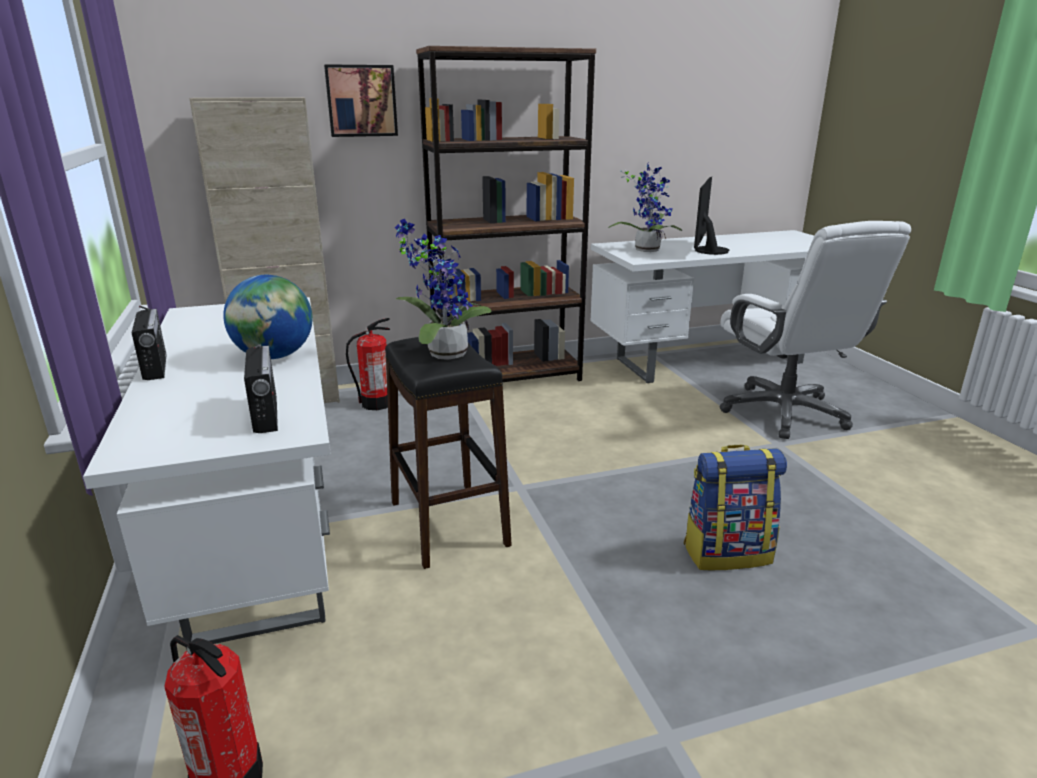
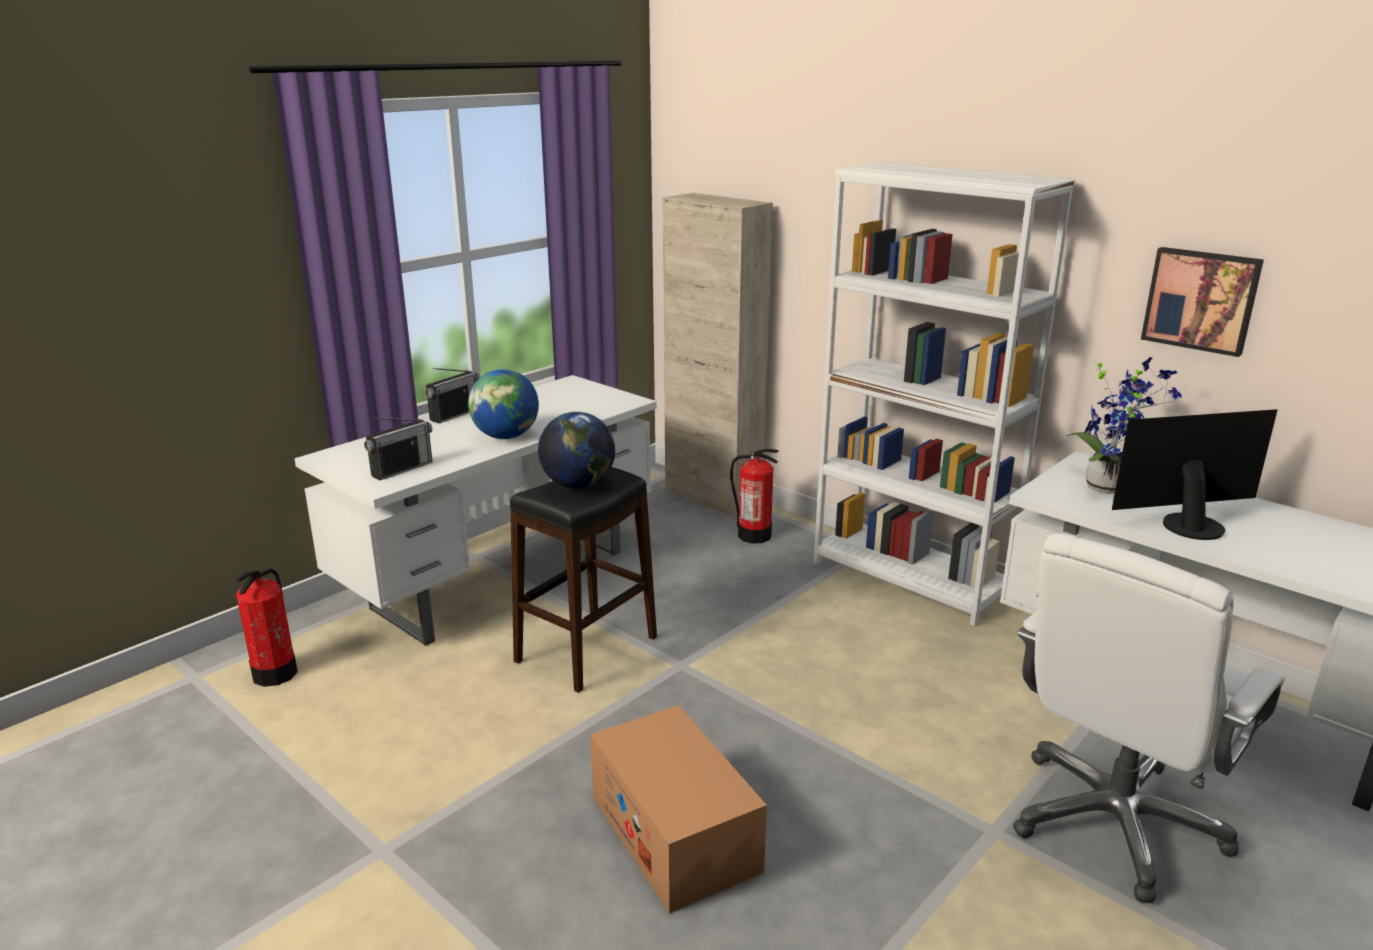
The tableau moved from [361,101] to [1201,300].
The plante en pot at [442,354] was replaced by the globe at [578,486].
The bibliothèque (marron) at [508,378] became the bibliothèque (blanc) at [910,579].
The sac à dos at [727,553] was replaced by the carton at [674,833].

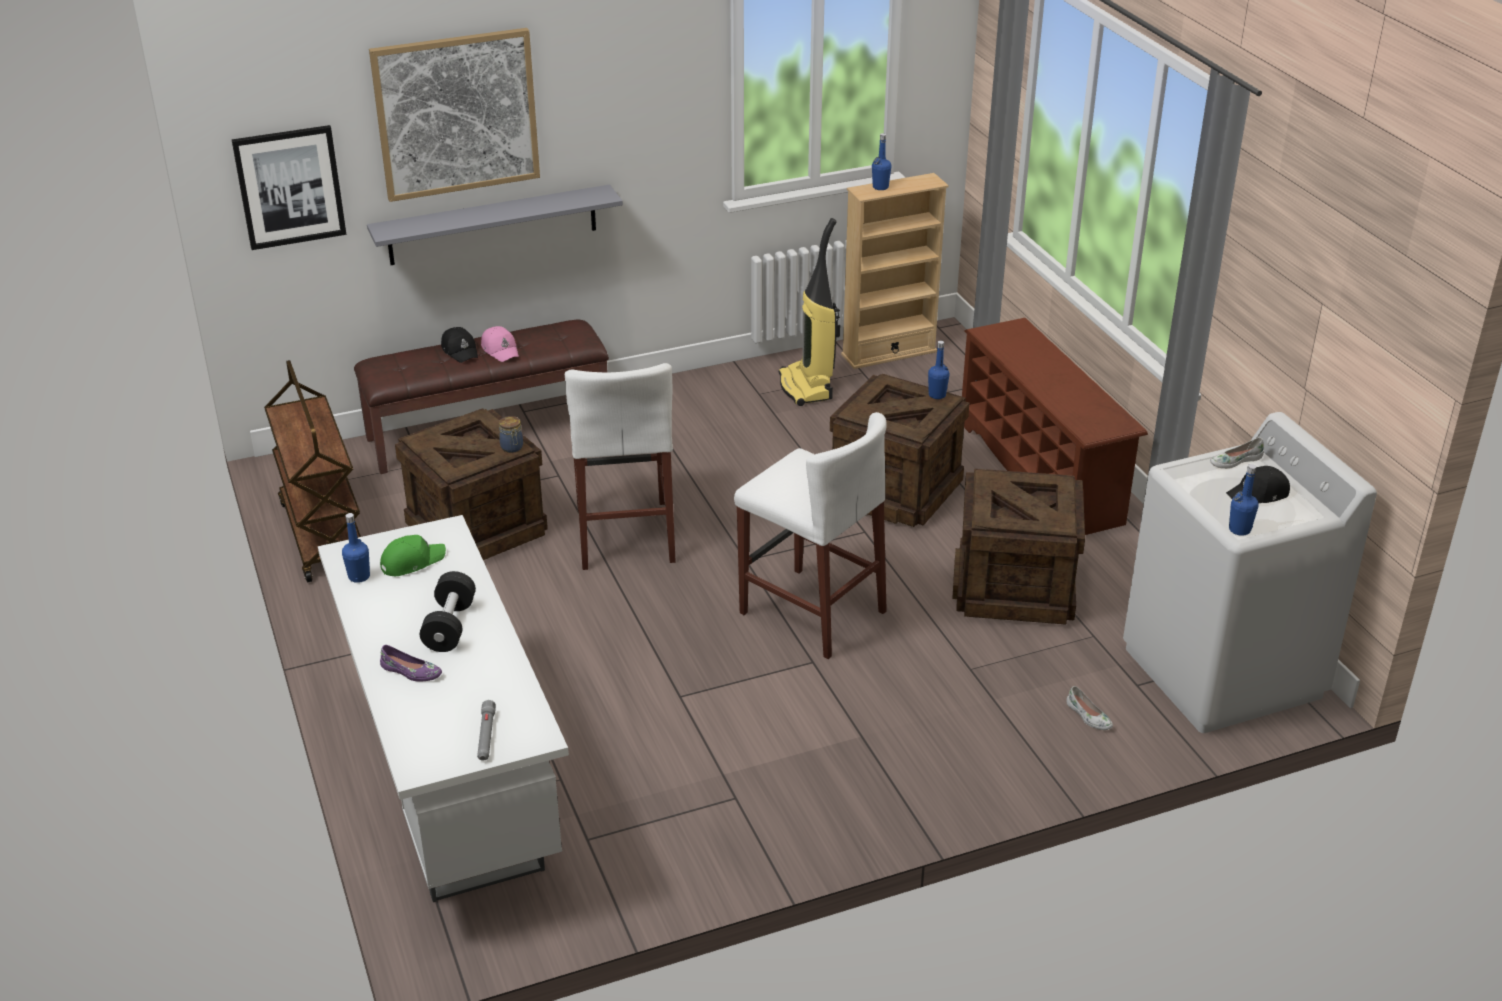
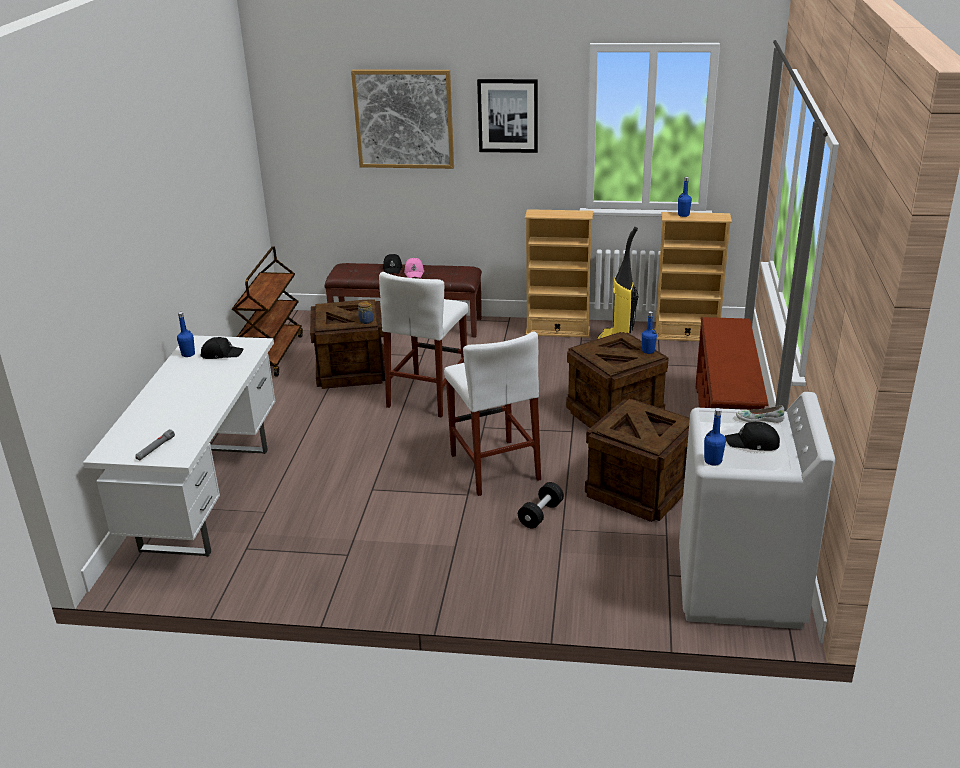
The tableau moved from [290,187] to [508,115].
The étagère (gris) at [492,225] disappeared.
The casquette (vert) at [412,561] became the casquette (noir) at [221,354].
The chaussure (violet) at [411,672] disappeared.
The haltère (noir) moved from [450,626] to [540,514].
The chaussure (blanc) at [1088,716] disappeared.
The bibliothèque (beige) at [557,331] appeared.

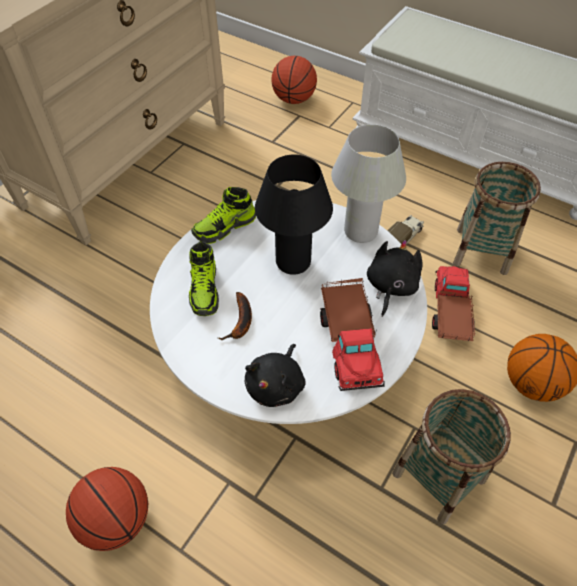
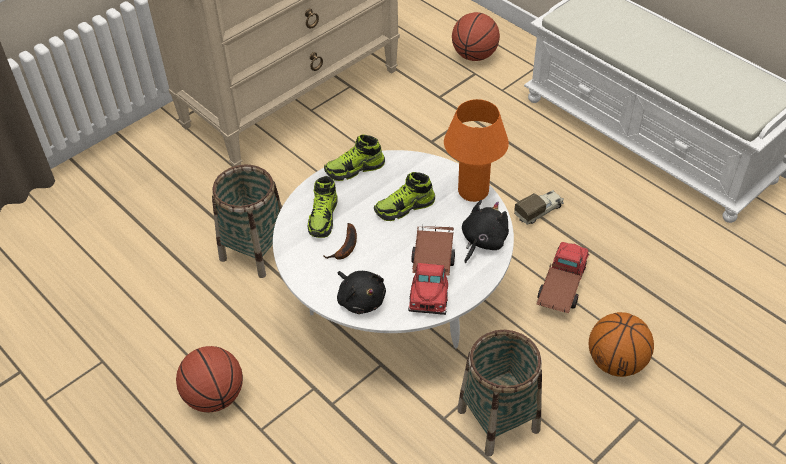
The peluche (noir) at [276,385] turned 75 degrees counterclockwise.
The lampe de table (noir) at [293,262] was replaced by the chaussure at [405,207].
The lampe de table (blanc) at [360,231] became the lampe de table (orange) at [473,191].
The panier moved from [481,251] to [255,251].

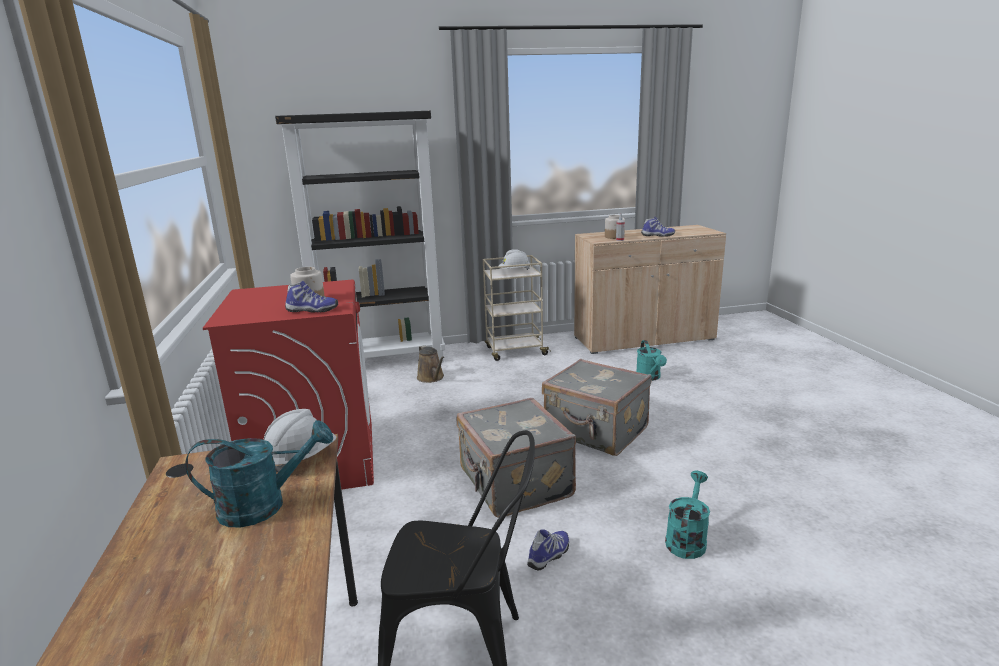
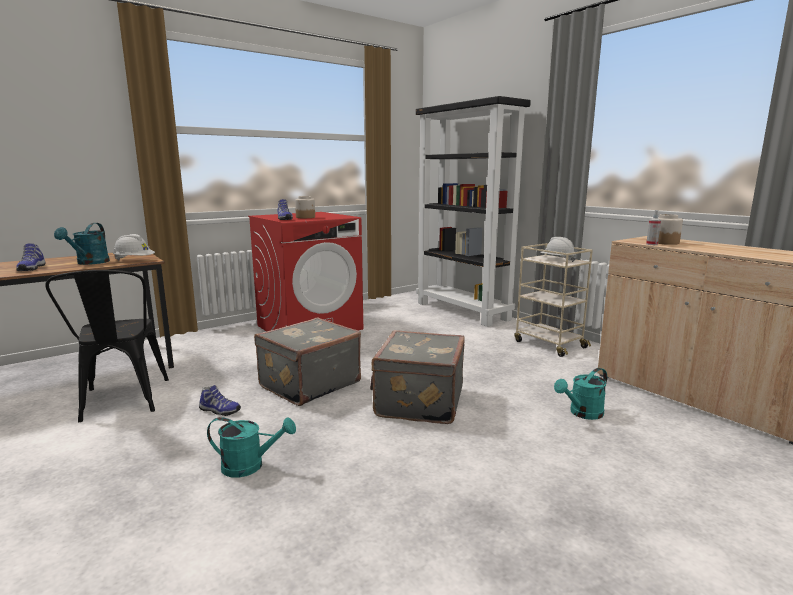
The arrosoir (turquoise) at [264,505] turned 45 degrees clockwise.
The arrosoir (marron) at [431,378] disappeared.
The chaussure moved from [658,235] to [31,268].

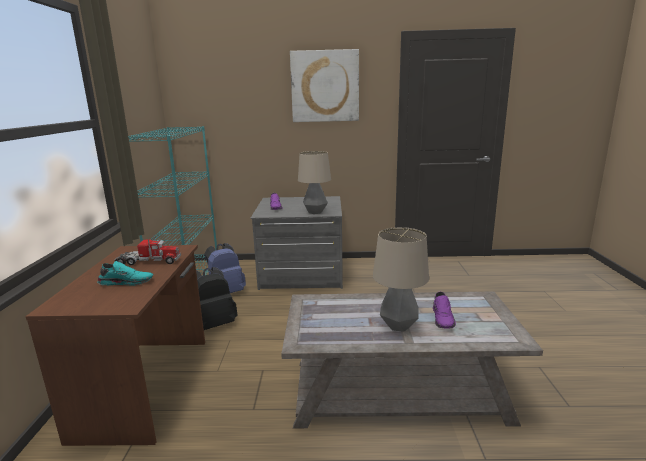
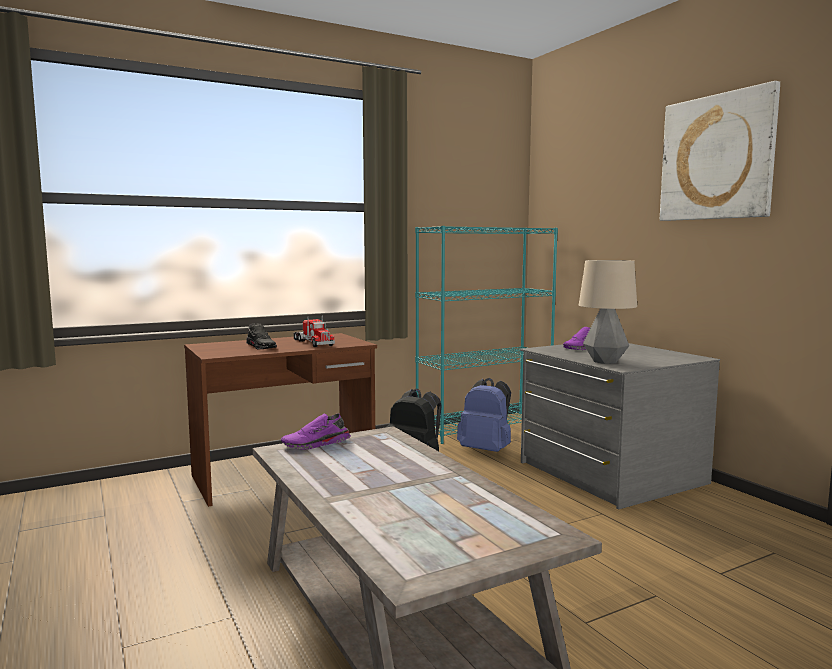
The chaussure (turquoise) at [127,282] became the chaussure (noir) at [262,347].
The lampe de table at [398,325] disappeared.
The chaussure (violet) moved from [443,319] to [316,444].

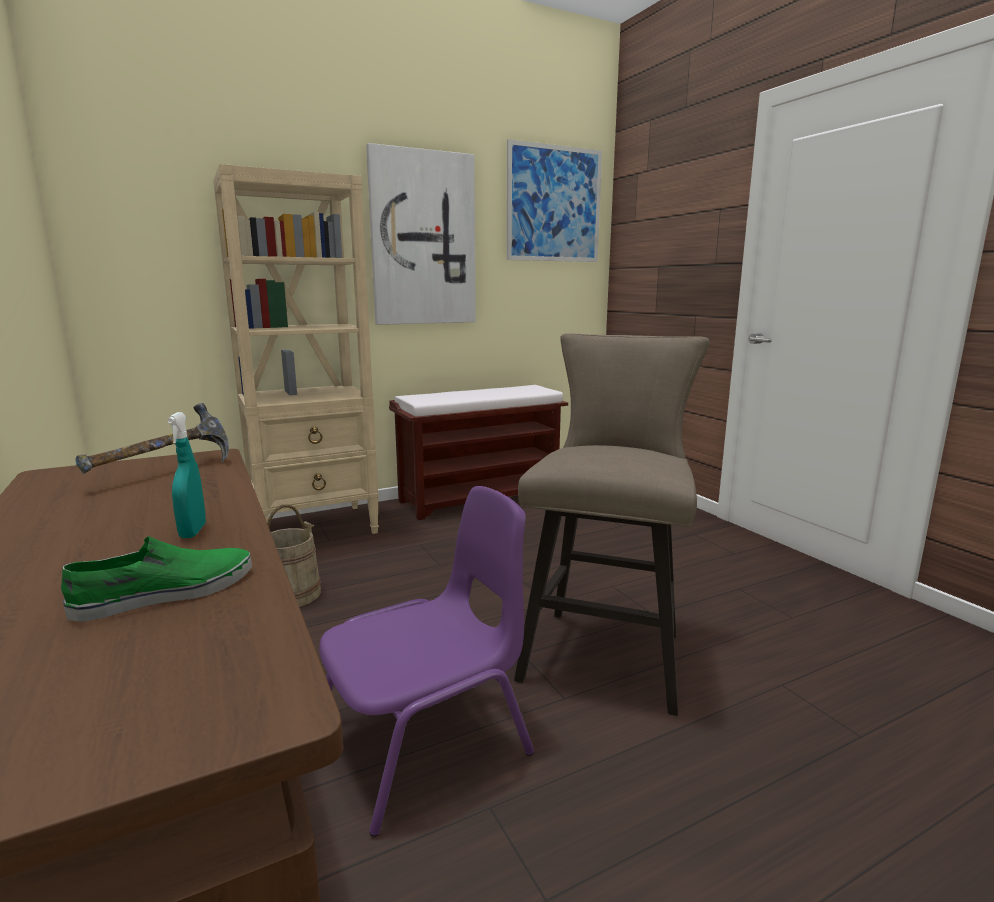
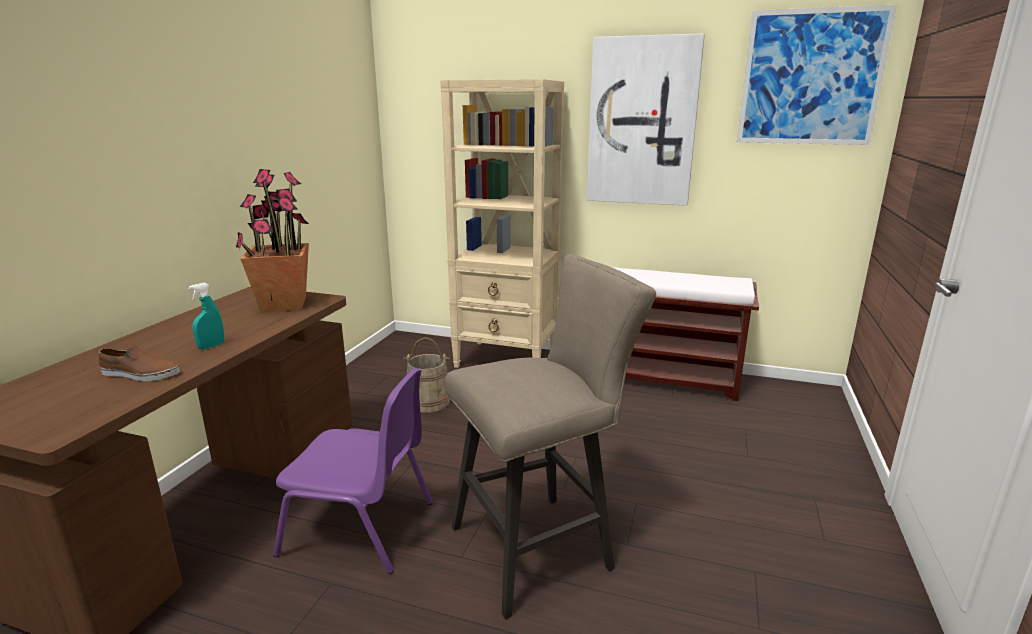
The chaussure (vert) at [167,593] became the chaussure (marron) at [140,374].
The marteau at [165,473] was replaced by the plante en pot at [283,304].

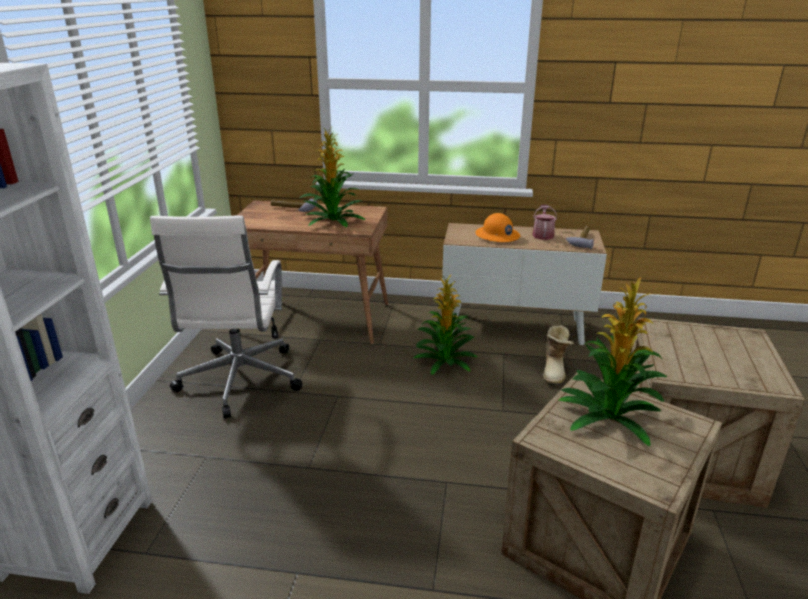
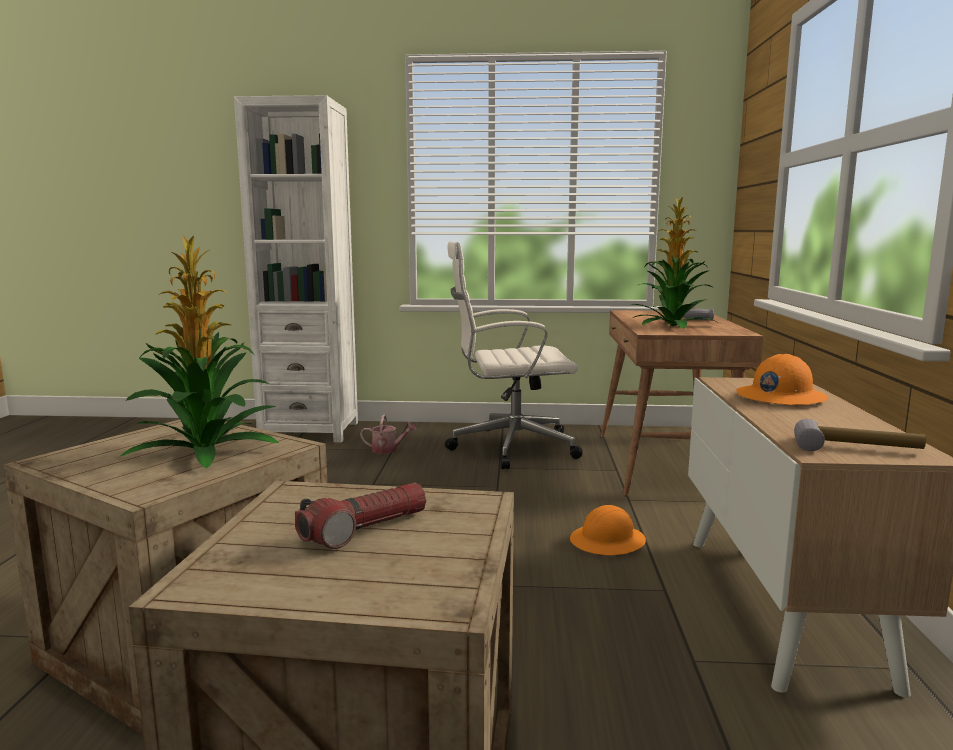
The plante en pot at [444,361] was replaced by the casque de chantier (orange) at [608,542].
The arrosoir moved from [543,234] to [388,450].
The botte at [555,371] disappeared.
The lampe de poche at [364,529] appeared.

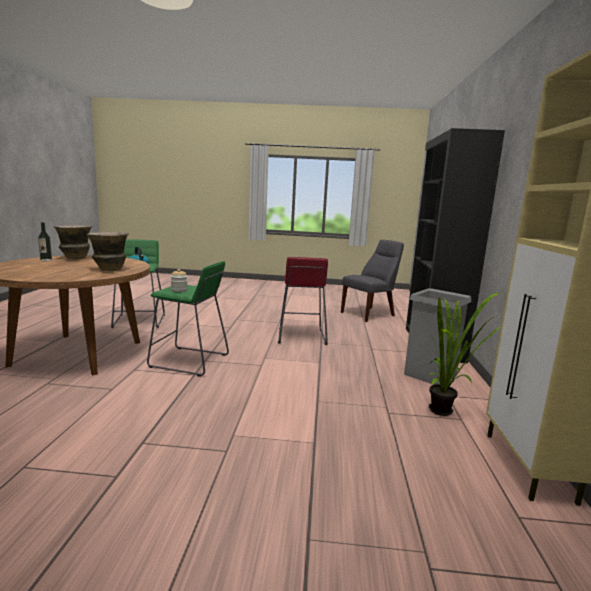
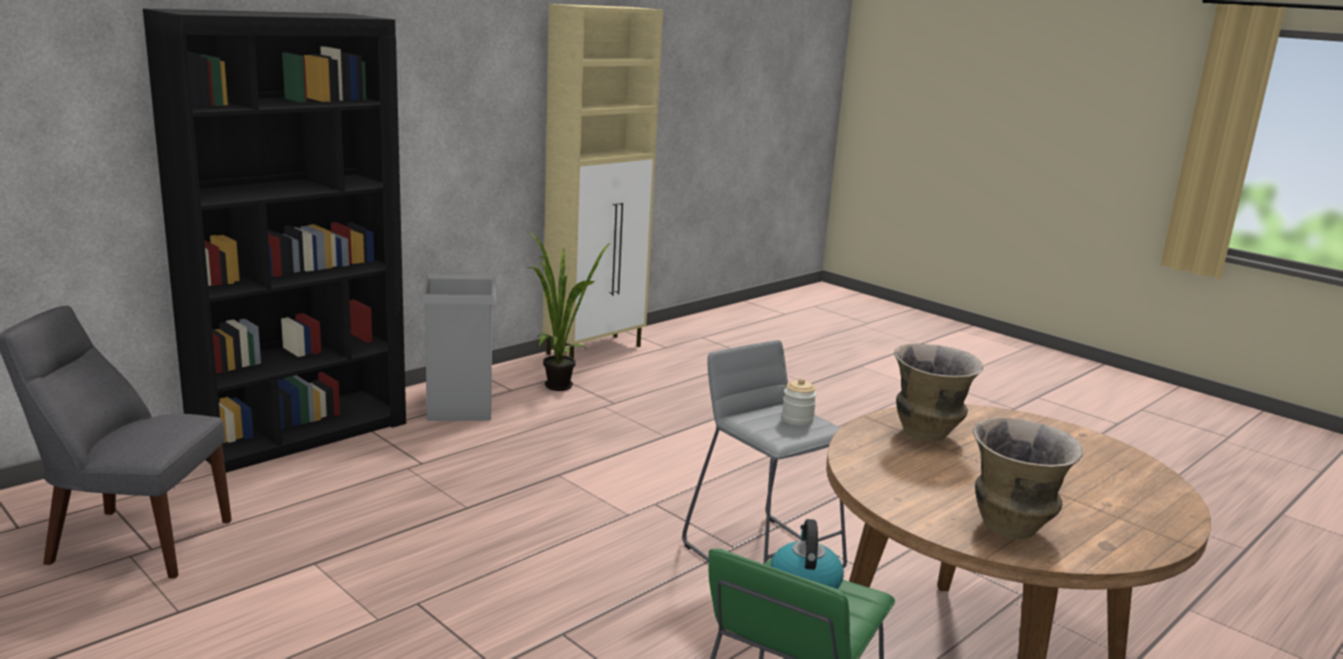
The bouteille at [46,260] disappeared.
The tabouret (vert) at [189,361] became the tabouret (gris) at [763,556].
The tabouret (rouge) at [301,336] disappeared.

